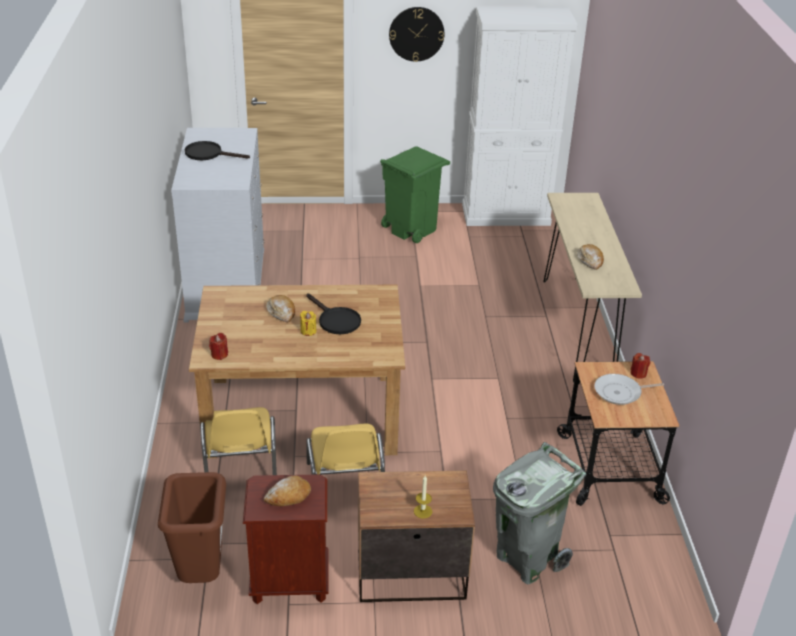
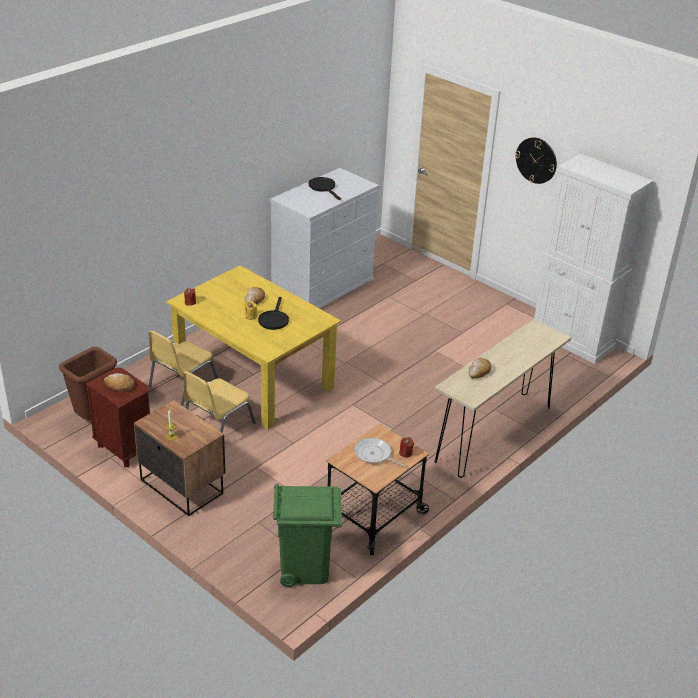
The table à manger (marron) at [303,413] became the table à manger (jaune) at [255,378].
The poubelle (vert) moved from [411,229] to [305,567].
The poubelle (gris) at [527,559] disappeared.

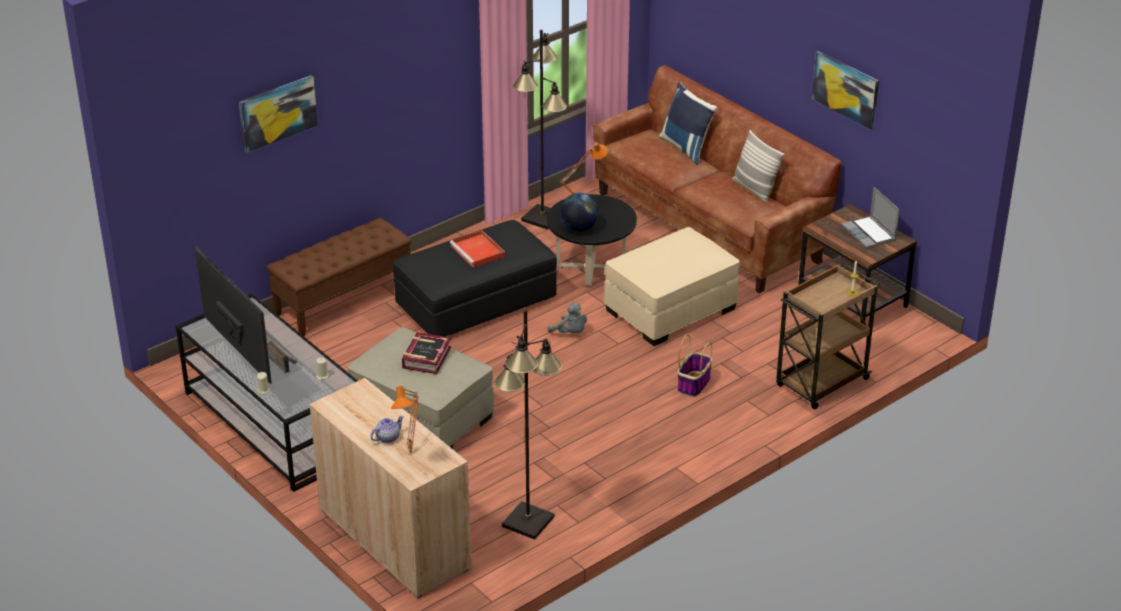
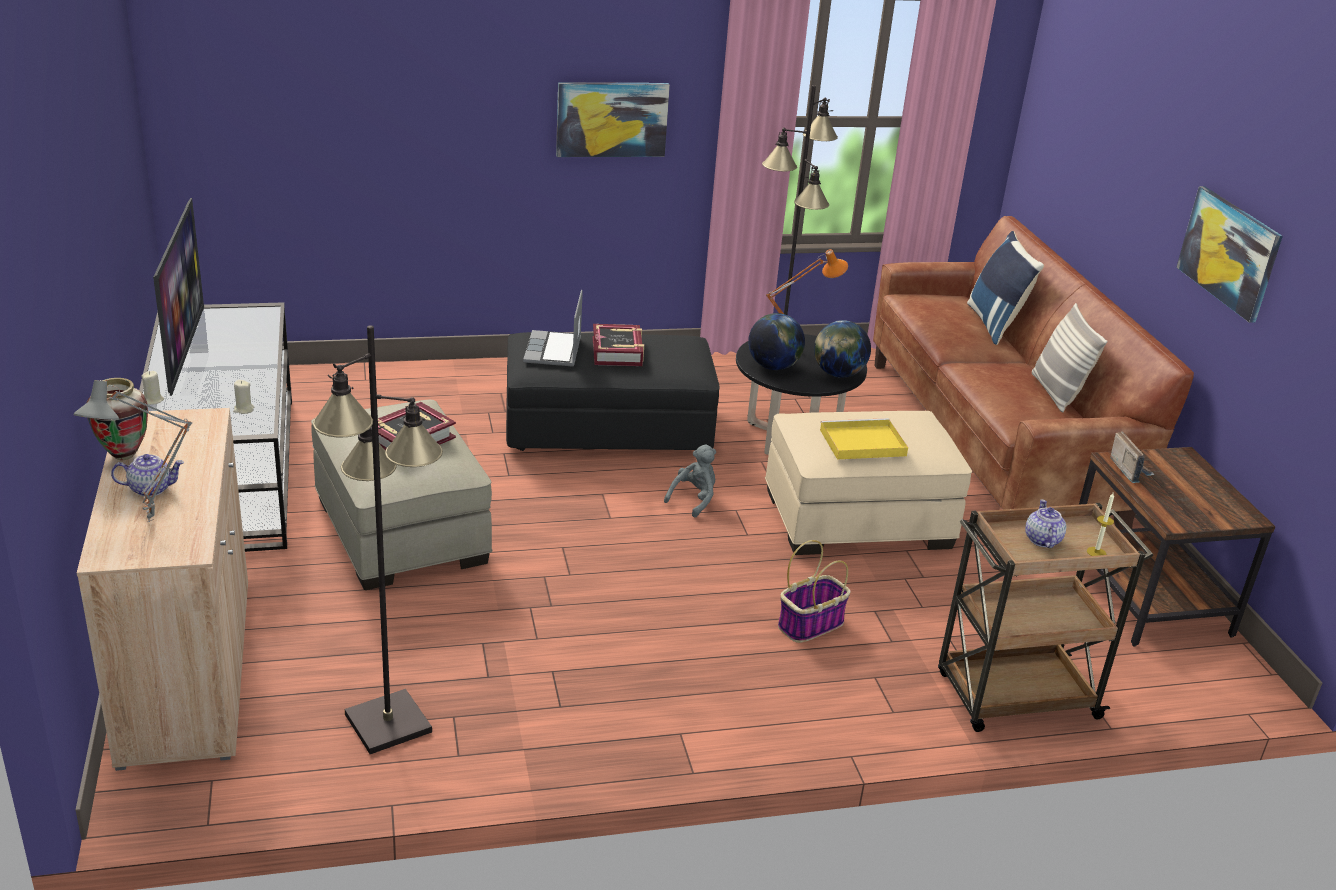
The tableau moved from [277,113] to [611,119].
The banc (marron) at [343,301] disappeared.
The radio moved from [283,363] to [1129,469].
The lampe de table (orange) at [412,453] became the lampe de table (gris) at [152,522].
The plateau (rouge) at [478,251] was replaced by the livre at [617,352].
The peluche (gris) at [570,333] turned 120 degrees counterclockwise.
The ordinateur portable moved from [869,233] to [554,351].
The vase at [124,455] appeared.
The globe at [838,374] appeared.
The plateau (jaune) at [861,443] appeared.
The théière at [1041,540] appeared.

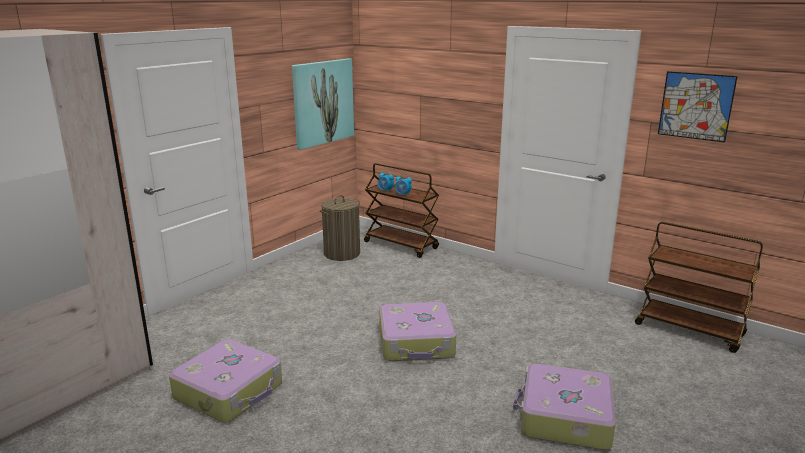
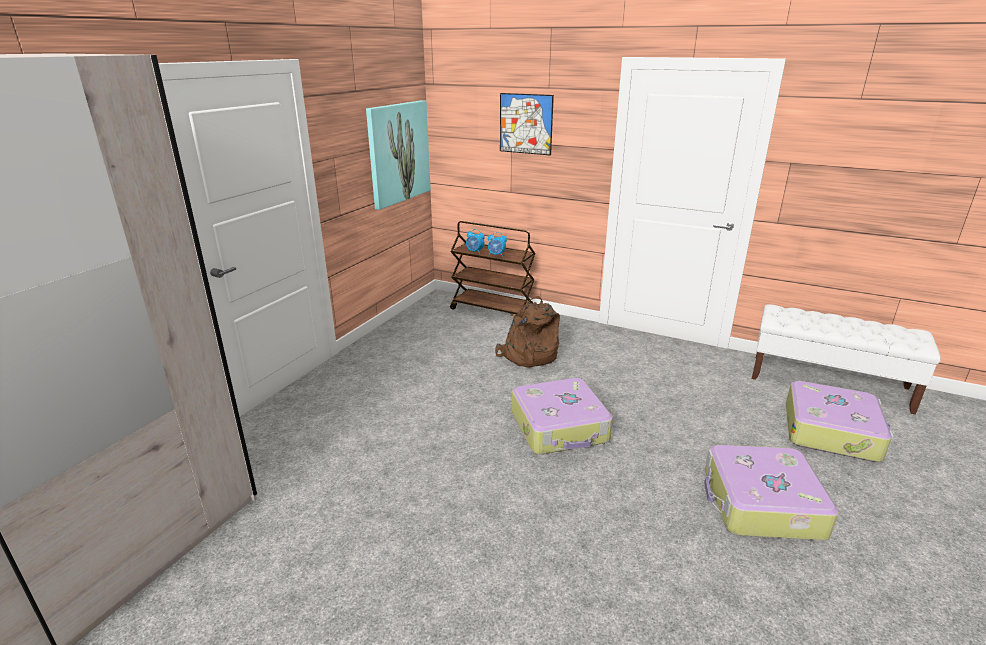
The valise moved from [230,391] to [831,431].
The panier à linge at [342,253] disappeared.
The chariot (marron) at [690,330] was replaced by the banc (blanc) at [829,383].
The tableau moved from [696,106] to [525,124].
The sac à dos (marron) at [528,355] appeared.

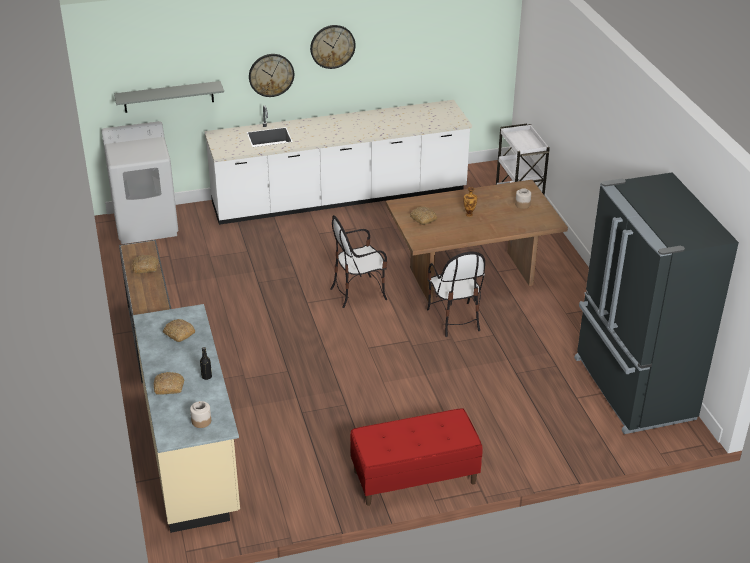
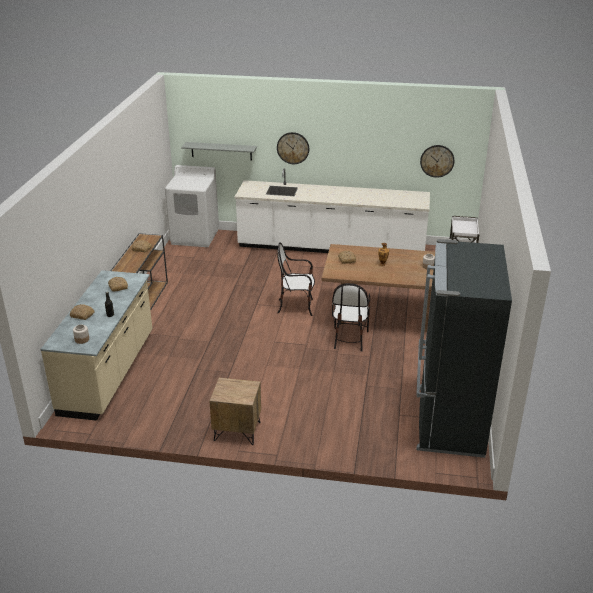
The horloge murale moved from [332,46] to [437,161].
The banc (rouge) at [414,477] was replaced by the table de chevet (marron) at [237,432].

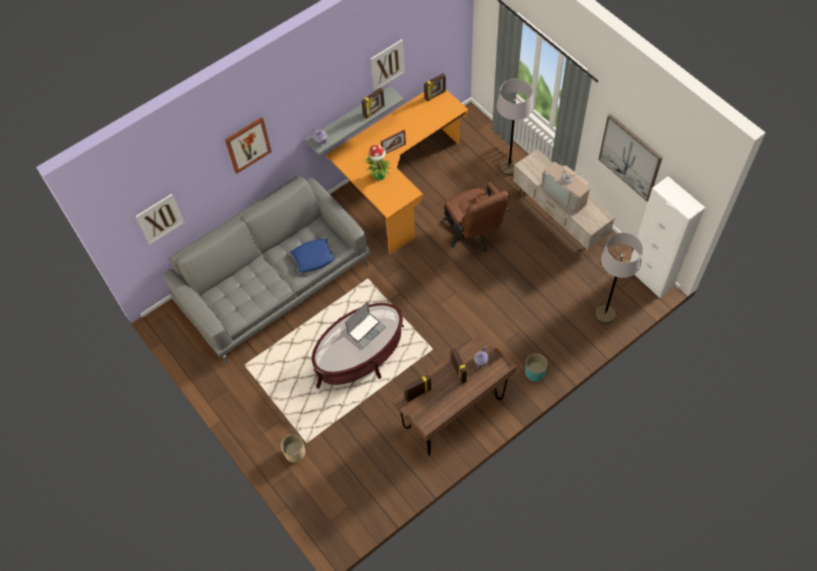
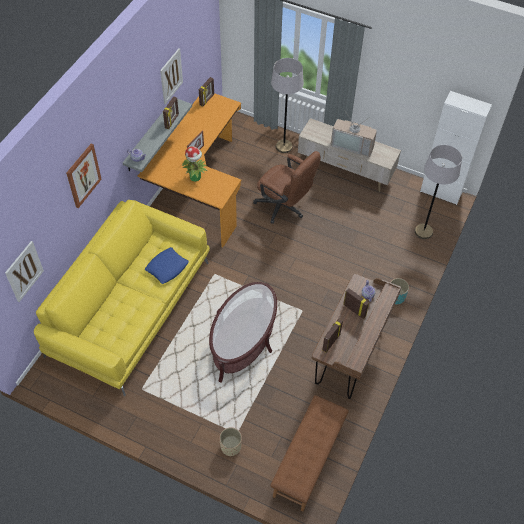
The canapé (gris) at [274,282] became the canapé (jaune) at [131,307].
The ordinateur portable at [366,329] disappeared.
The tableau at [630,157] disappeared.
The banc (marron) at [309,460] appeared.

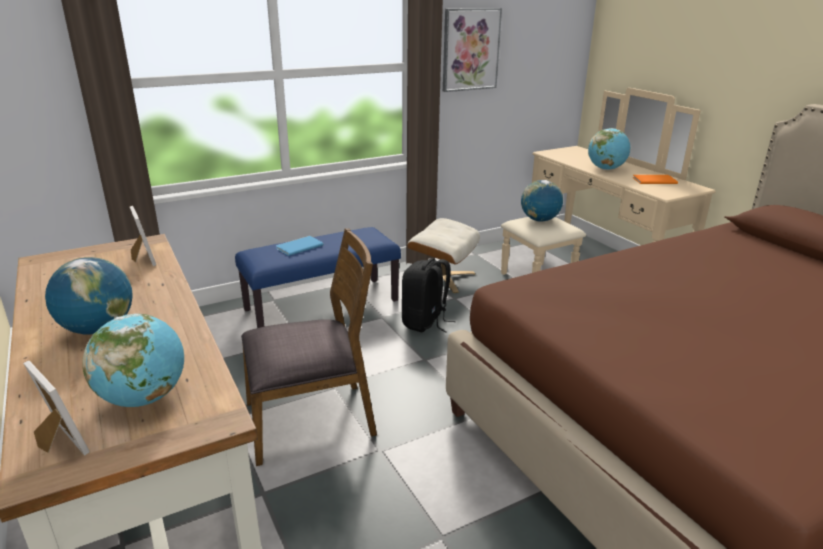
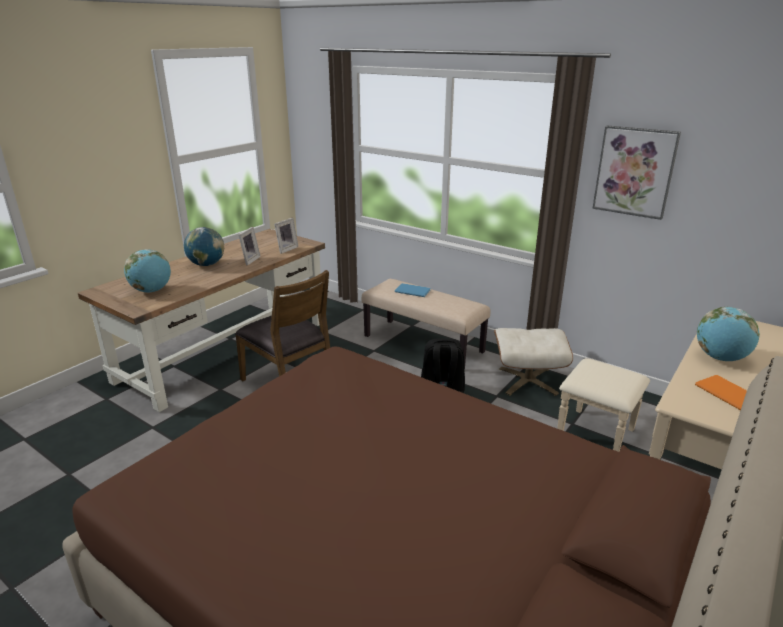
The cadre photo moved from [59,444] to [249,260].
The banc (bleu) at [322,305] became the banc (beige) at [424,344].
The globe at [539,220] disappeared.

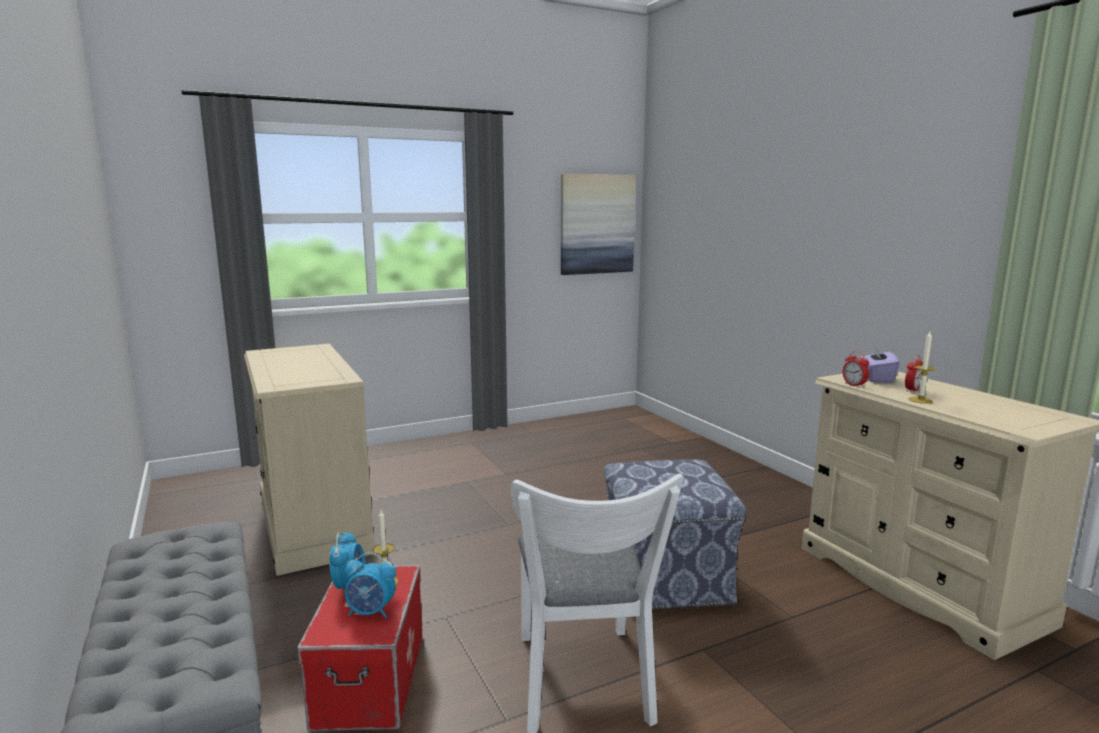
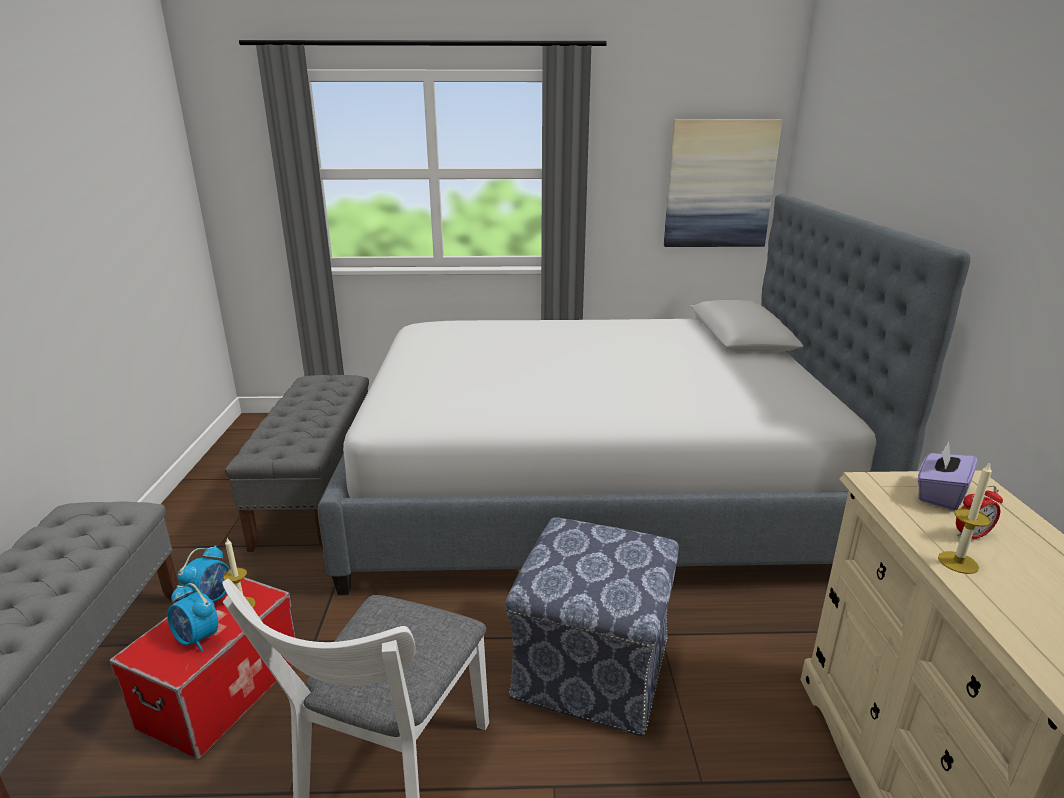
The commode (beige) at [312,523] was replaced by the banc (gris) at [318,492].
The réveil at [854,385] disappeared.
The lit at [591,488] appeared.

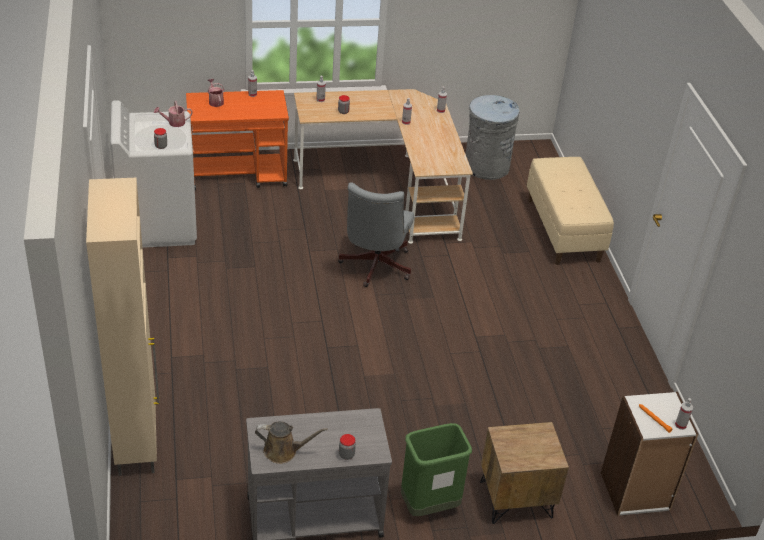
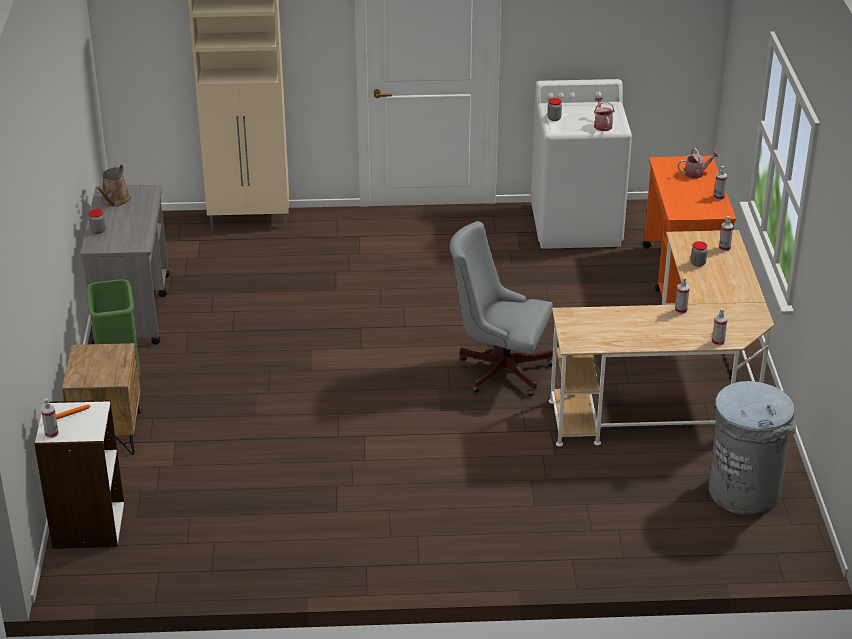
The banc (beige) at [564,230] disappeared.

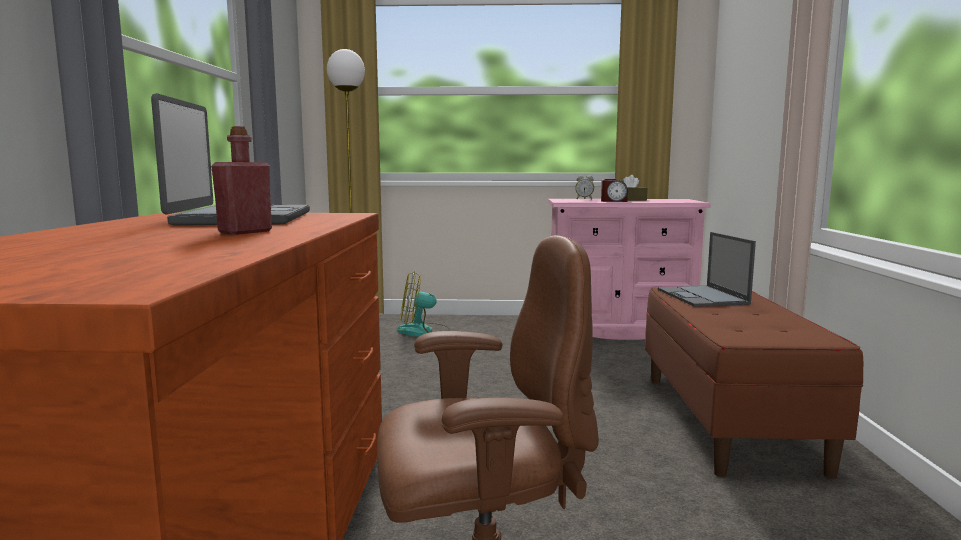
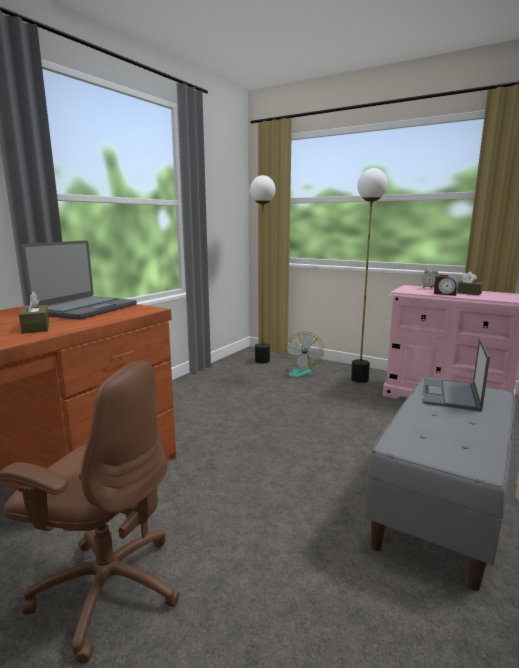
The bouteille (rouge) at [245,232] was replaced by the boîte à mouchoirs (marron) at [36,327].
The ventilateur at [423,331] turned 105 degrees counterclockwise.
The banc (marron) at [728,421] became the banc (gris) at [442,504].
The lampadaire at [359,379] appeared.

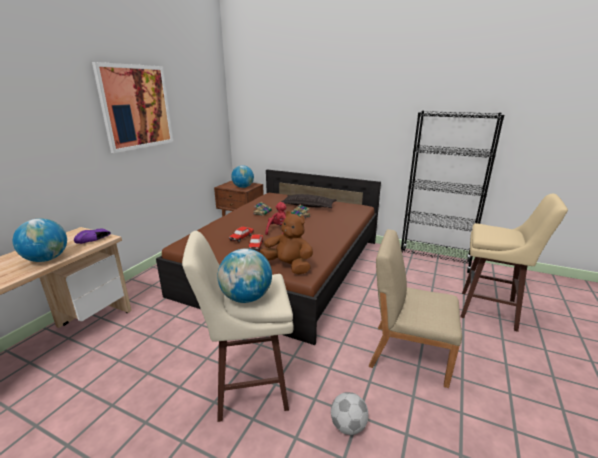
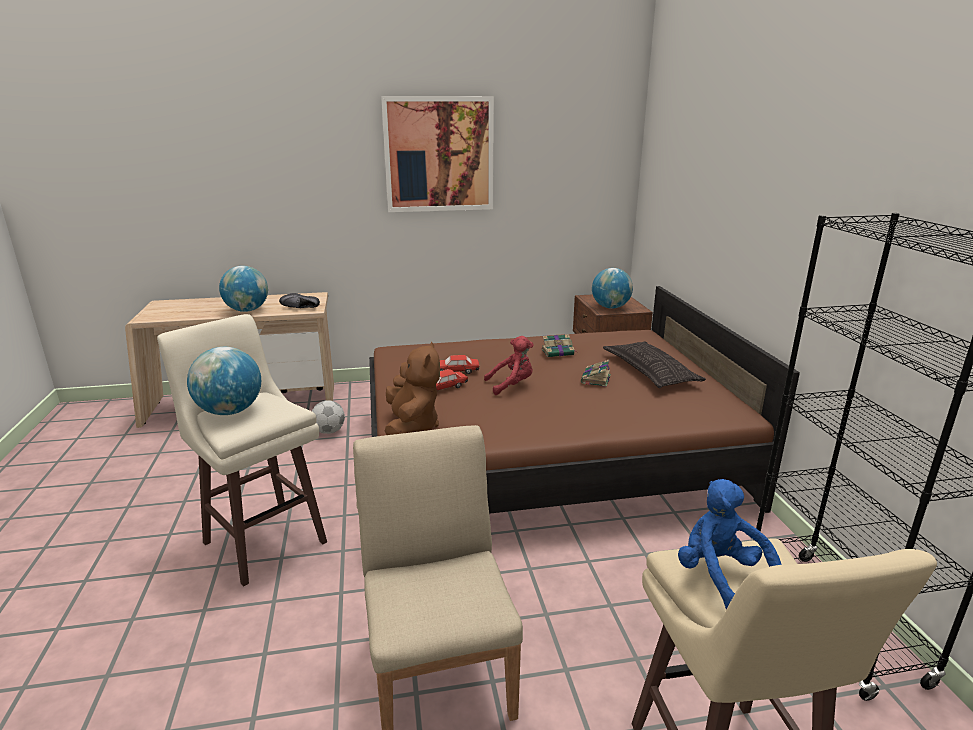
The chaussure (violet) at [95,241] became the chaussure (noir) at [300,309].
The ballon de foot moved from [347,425] to [329,431].
The peluche (bleu) at [721,578] appeared.

